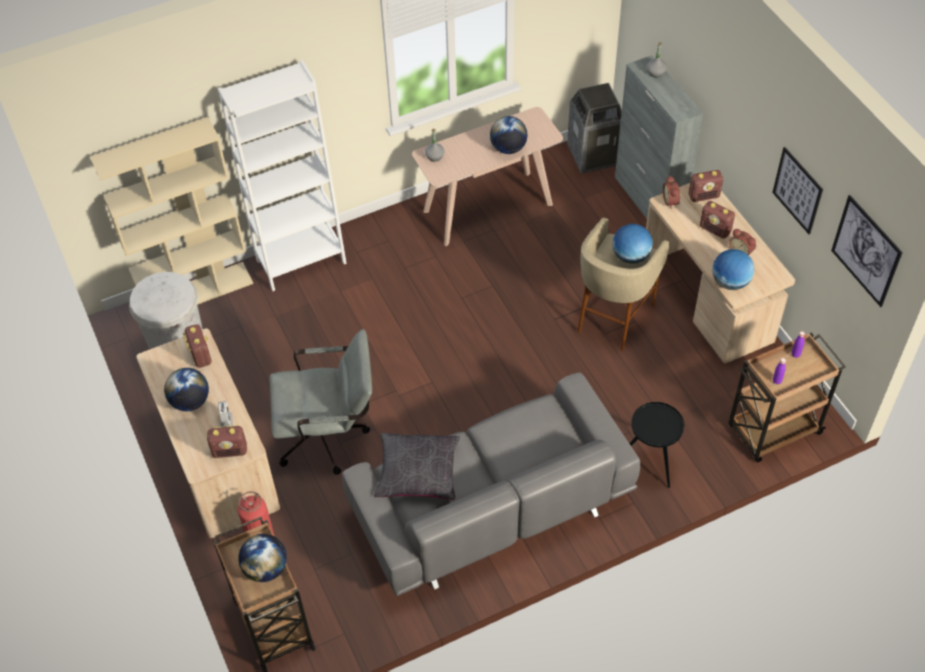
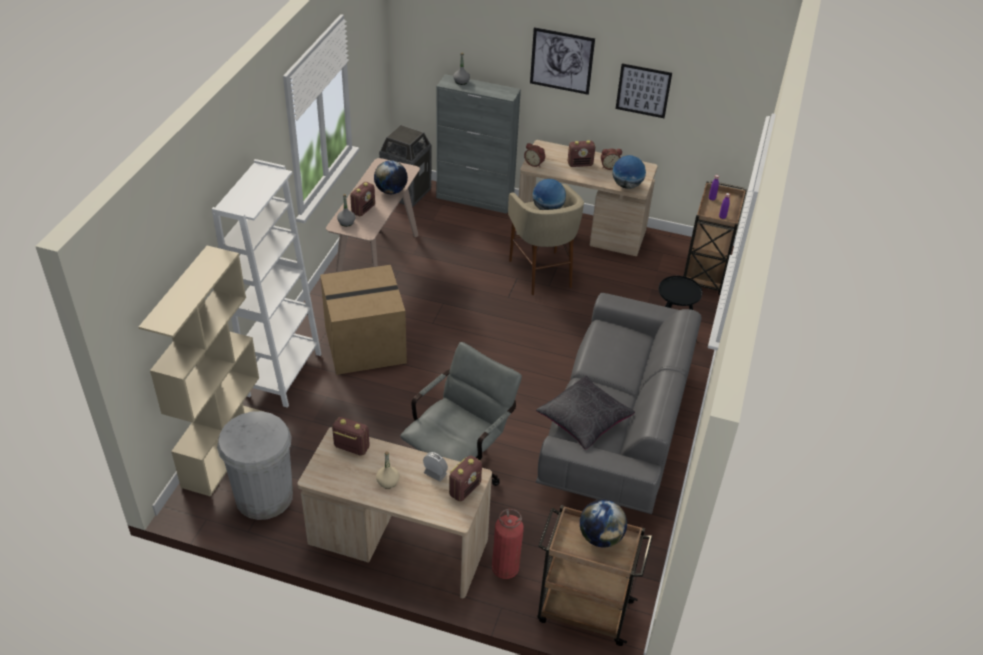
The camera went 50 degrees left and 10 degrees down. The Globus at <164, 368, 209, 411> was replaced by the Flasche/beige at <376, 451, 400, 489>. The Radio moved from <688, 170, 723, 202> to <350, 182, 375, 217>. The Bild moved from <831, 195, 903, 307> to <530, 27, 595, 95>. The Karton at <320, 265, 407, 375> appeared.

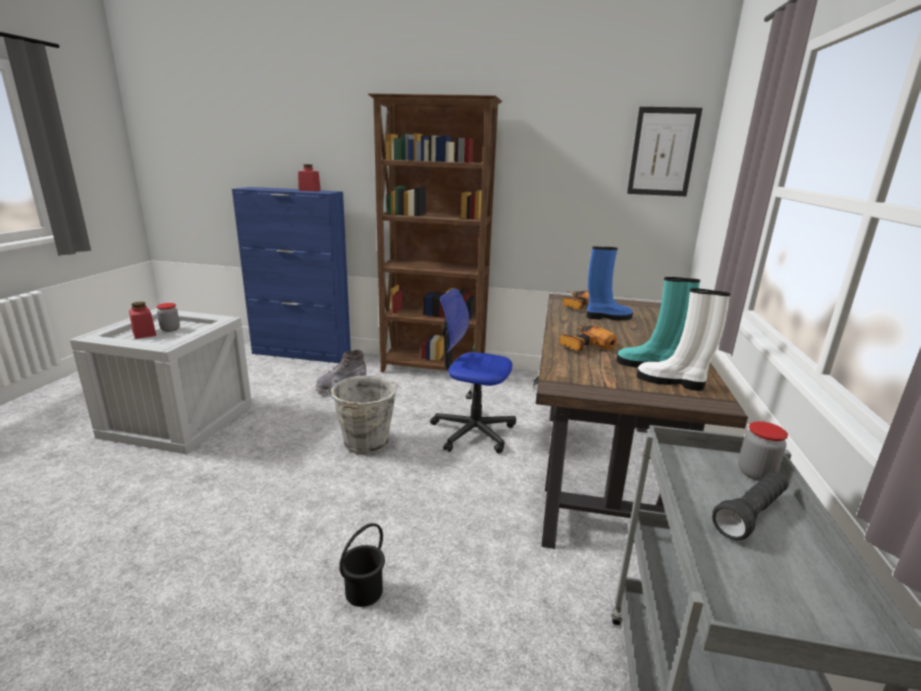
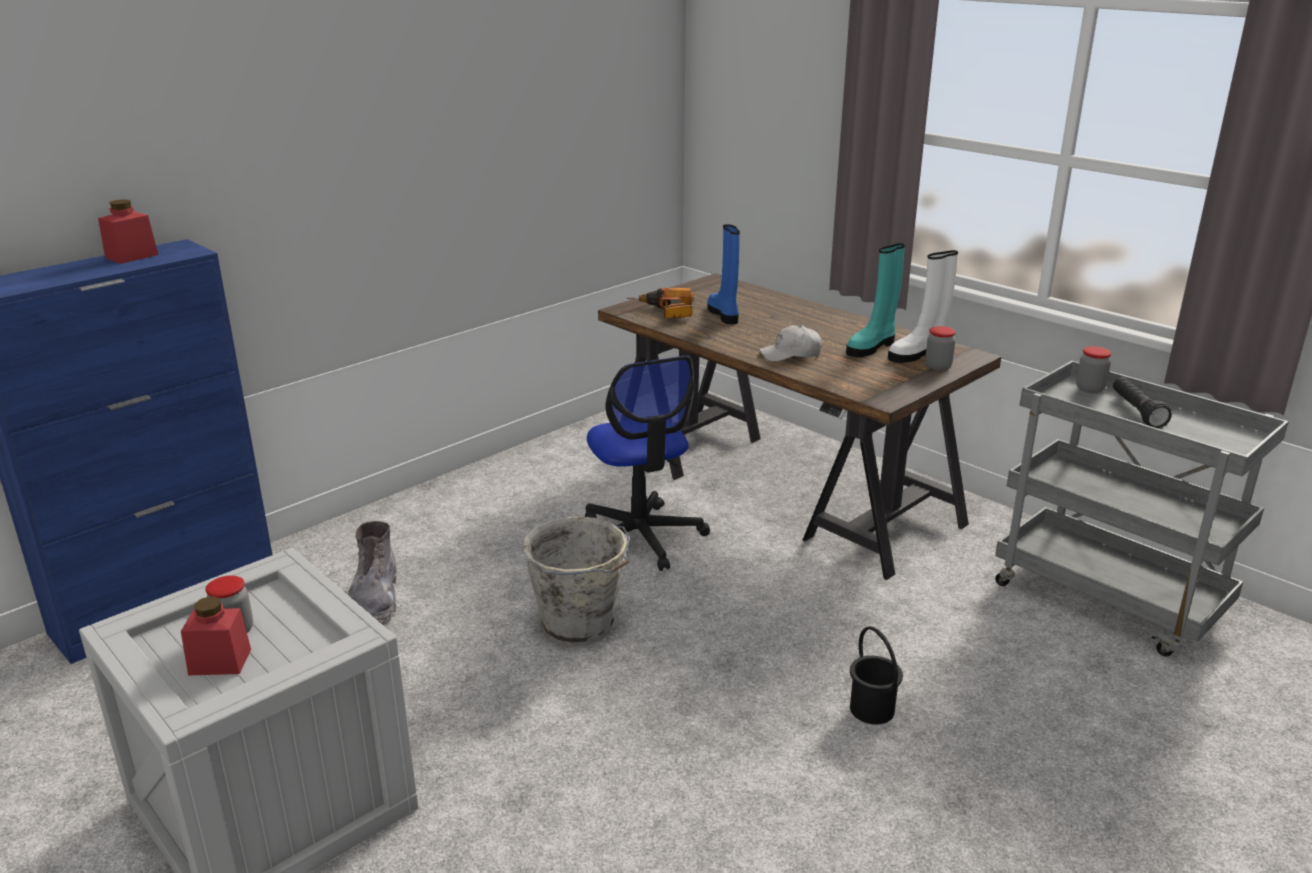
The camera went 55 degrees left and 5 degrees up. The Bücherregal/braun at <368, 93, 502, 372> disappeared. The Bürostuhl at <430, 288, 516, 453> turned 75 degrees counterclockwise. The Bohrmaschine at <559, 324, 618, 351> was replaced by the Kappe/weiß at <759, 325, 822, 361>. The Stiefel/blau at <586, 247, 633, 320> turned 45 degrees counterclockwise. The Bild at <627, 107, 702, 196> disappeared. The Vorratsglas at <925, 326, 956, 370> appeared.

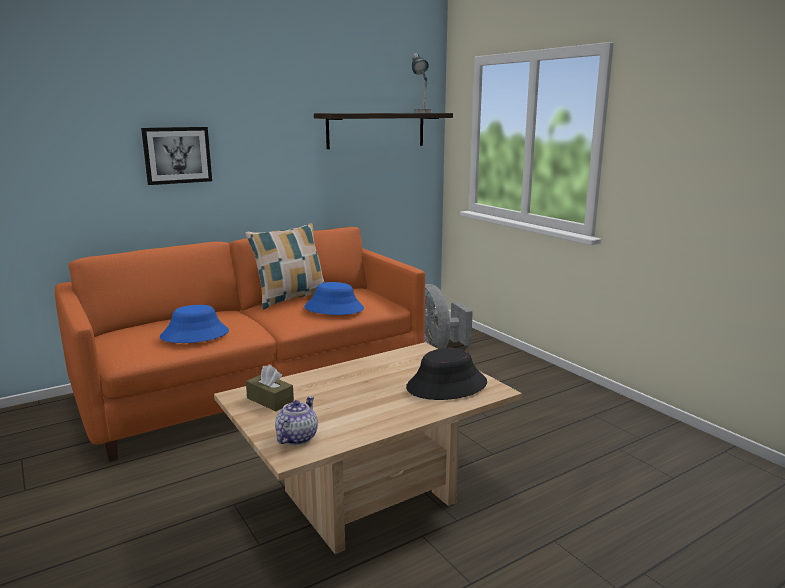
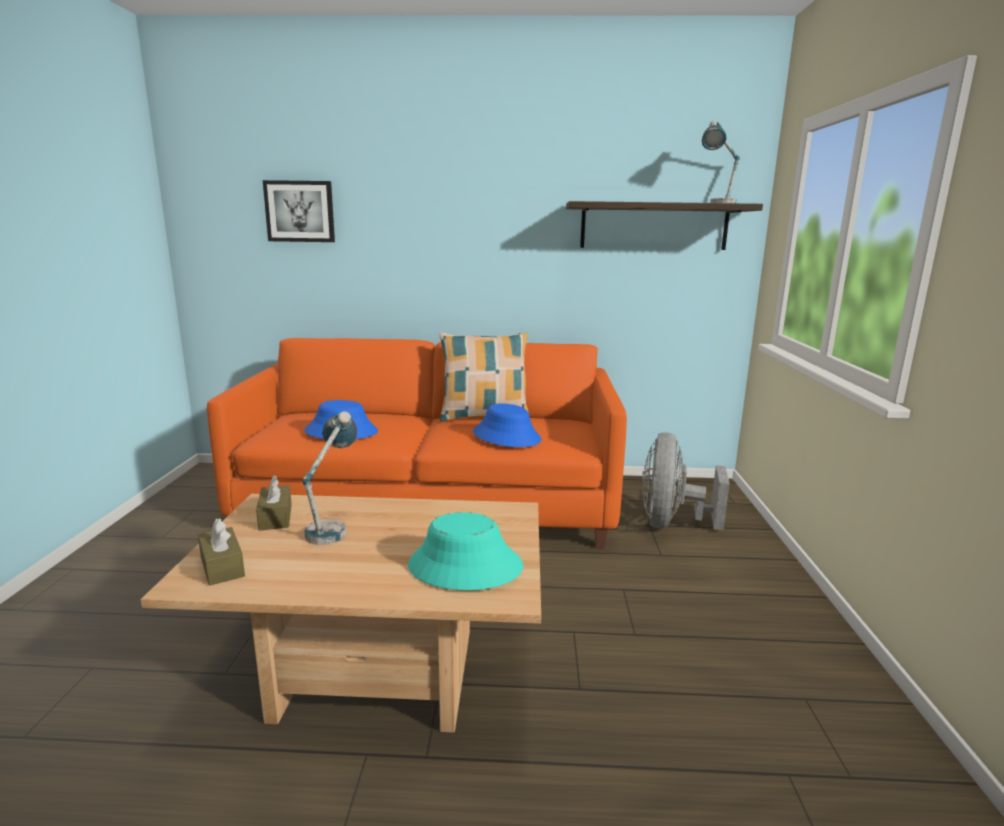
The camera went 35 degrees right and 0 degrees up. The Bild moved from <141, 127, 212, 185> to <263, 180, 335, 242>. The Teekanne at <275, 396, 318, 445> was replaced by the Taschentuchbox/braun at <198, 519, 245, 586>. The Hut/schwarz at <406, 348, 487, 400> became the Hut/türkis at <408, 512, 523, 590>. The Tischlampe at <302, 411, 357, 545> appeared.

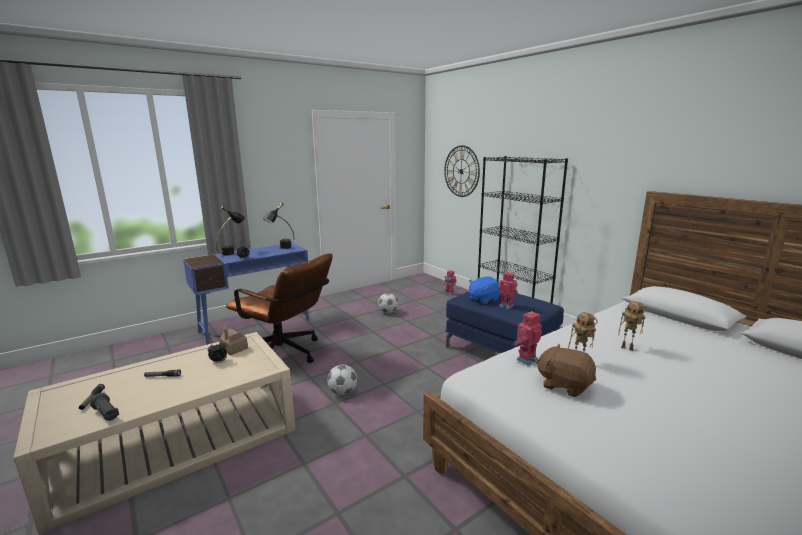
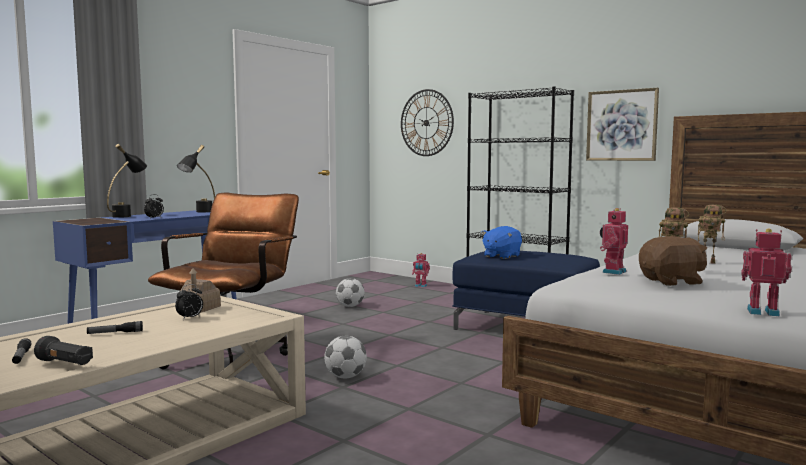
The camera went 15 degrees left and 10 degrees down. The Bürostuhl/braun at <226, 253, 333, 363> turned 90 degrees counterclockwise. The Spielzeugroboter moved from <498, 271, 518, 309> to <741, 229, 792, 316>. The Plüschtier/braun at <536, 344, 596, 397> turned 150 degrees clockwise. The Bild at <586, 88, 659, 161> appeared.

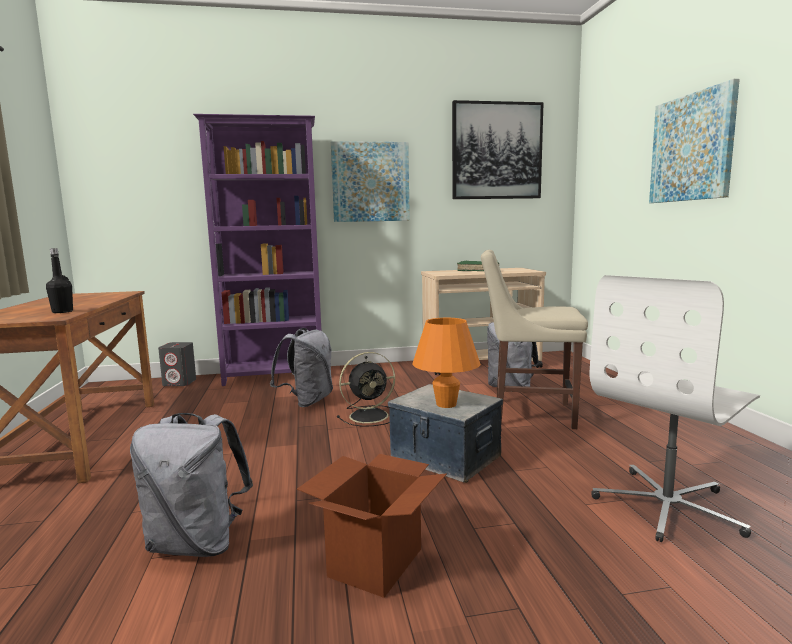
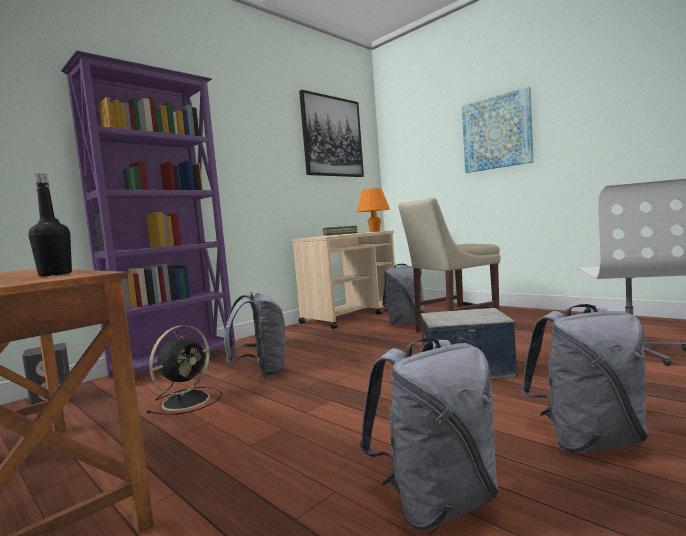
The camera went 35 degrees left and 5 degrees down. The Karton at <297, 454, 447, 598> was replaced by the Rucksack/grau at <521, 304, 648, 453>. The Bild at <331, 141, 410, 222> disappeared. The Ventilator/schwarz moved from <337, 352, 395, 427> to <147, 325, 222, 415>. The Tischlampe/orange moved from <412, 318, 481, 408> to <357, 188, 390, 232>.

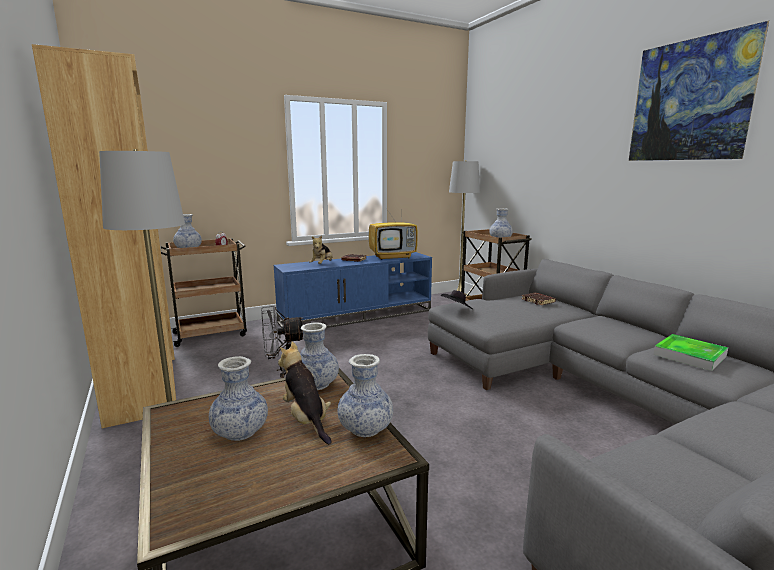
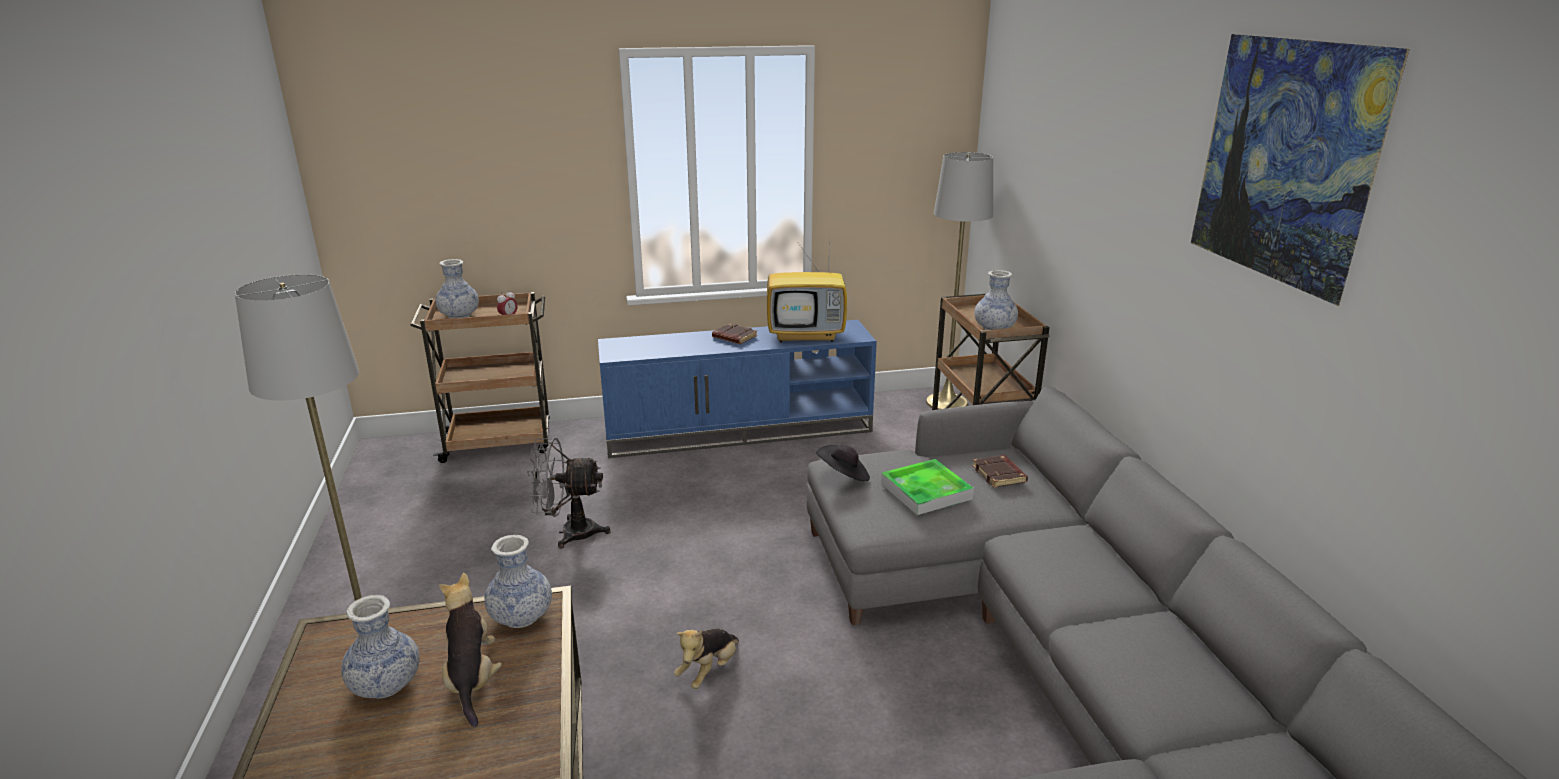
The camera went 15 degrees right and 10 degrees up. The Bücherregal/braun at <32, 44, 176, 428> disappeared. The Plüschtier moved from <309, 235, 333, 264> to <674, 628, 739, 689>. The Vase at <337, 354, 393, 437> disappeared. The Tablett moved from <653, 334, 728, 371> to <881, 459, 974, 515>.

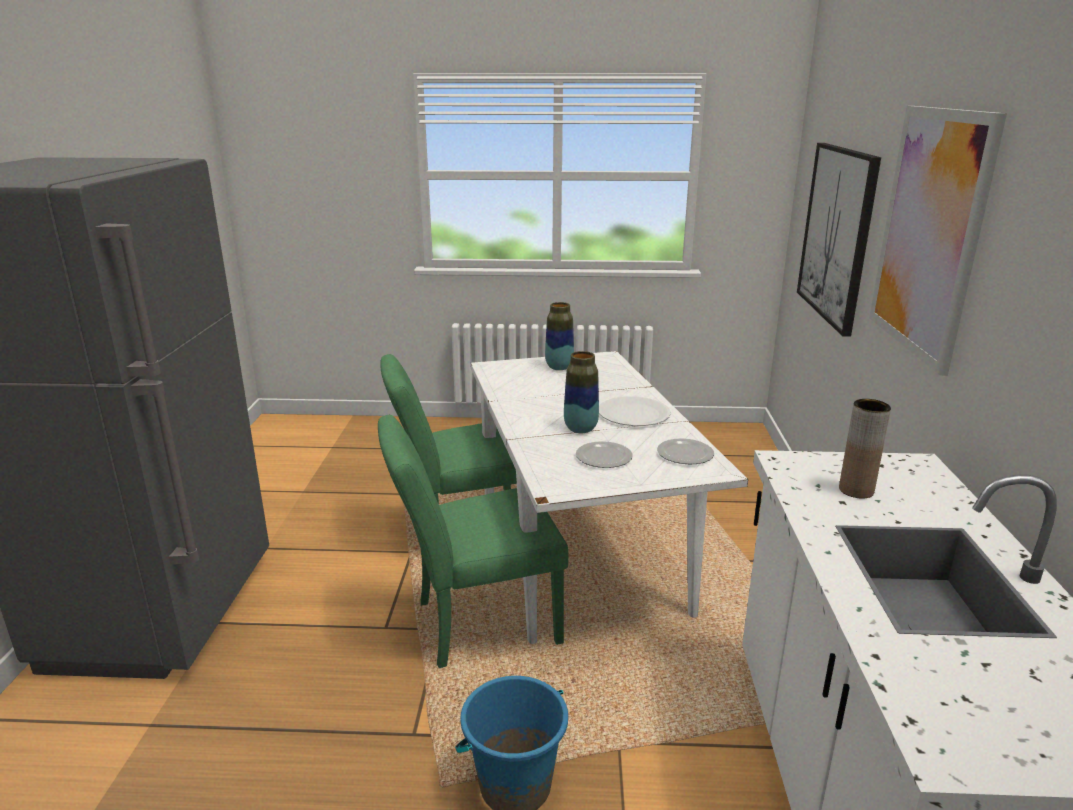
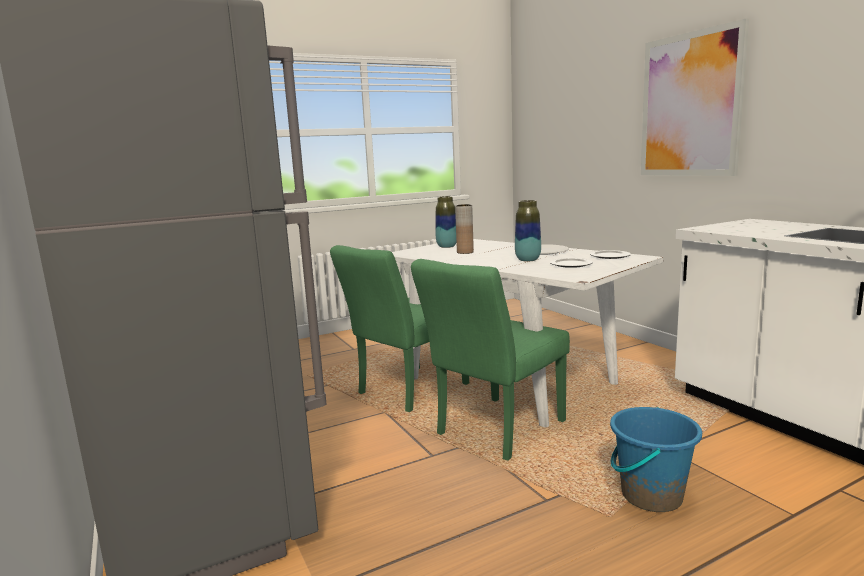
The camera went 30 degrees left and 10 degrees down. The Bild at <797, 143, 881, 337> disappeared. The Vase/braun moved from <839, 399, 891, 499> to <455, 204, 474, 254>.

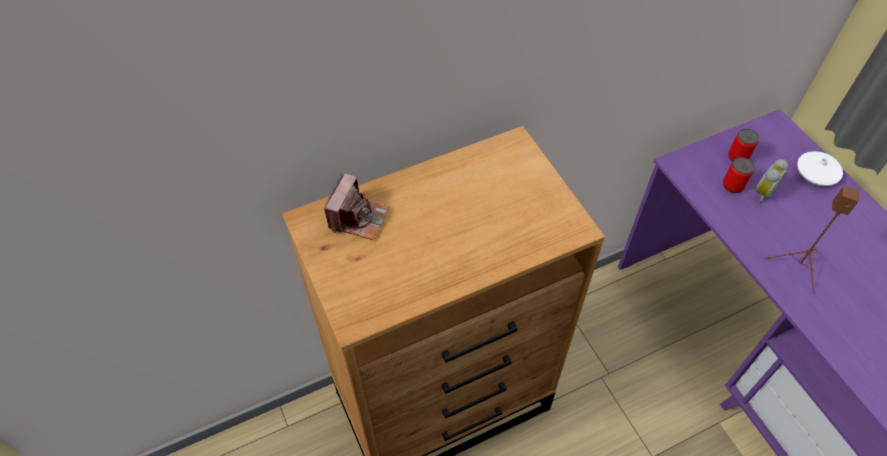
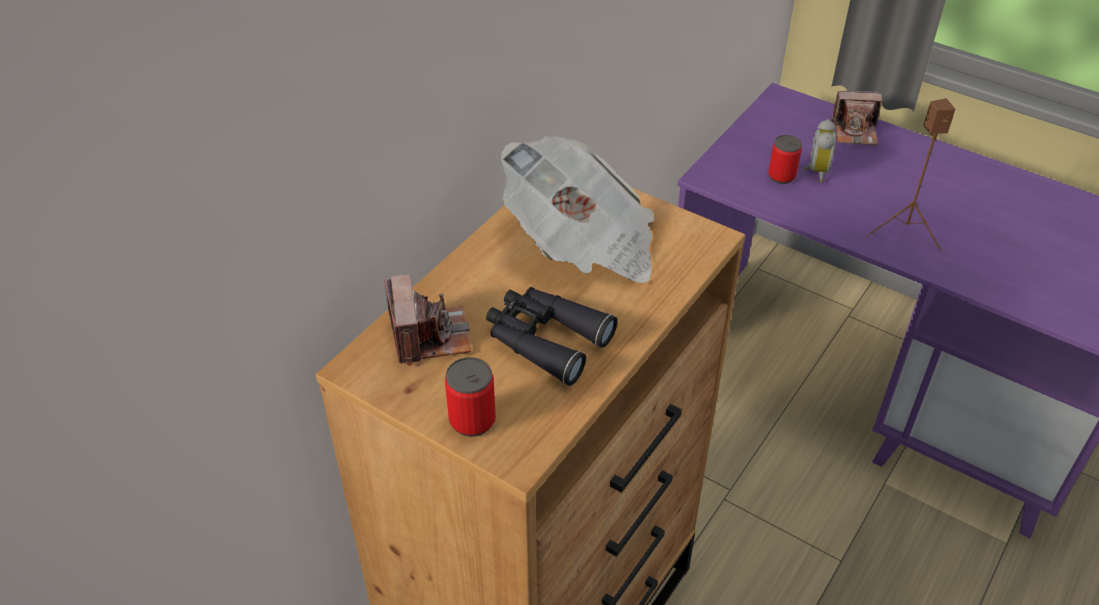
The camera went 30 degrees left and 10 degrees down. The Dose moved from <728, 129, 759, 162> to <445, 357, 496, 437>. The Vase/weiß at <797, 151, 843, 186> was replaced by the Kamera at <831, 91, 882, 145>. The Fernglas/schwarz at <486, 287, 618, 386> appeared. The Zeitung at <501, 136, 654, 283> appeared.

